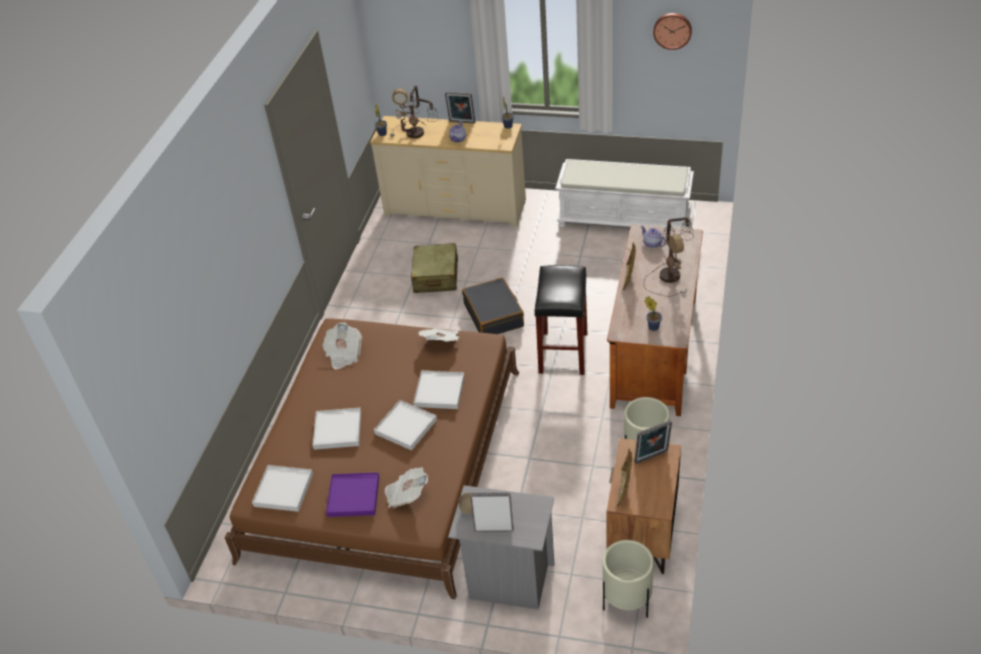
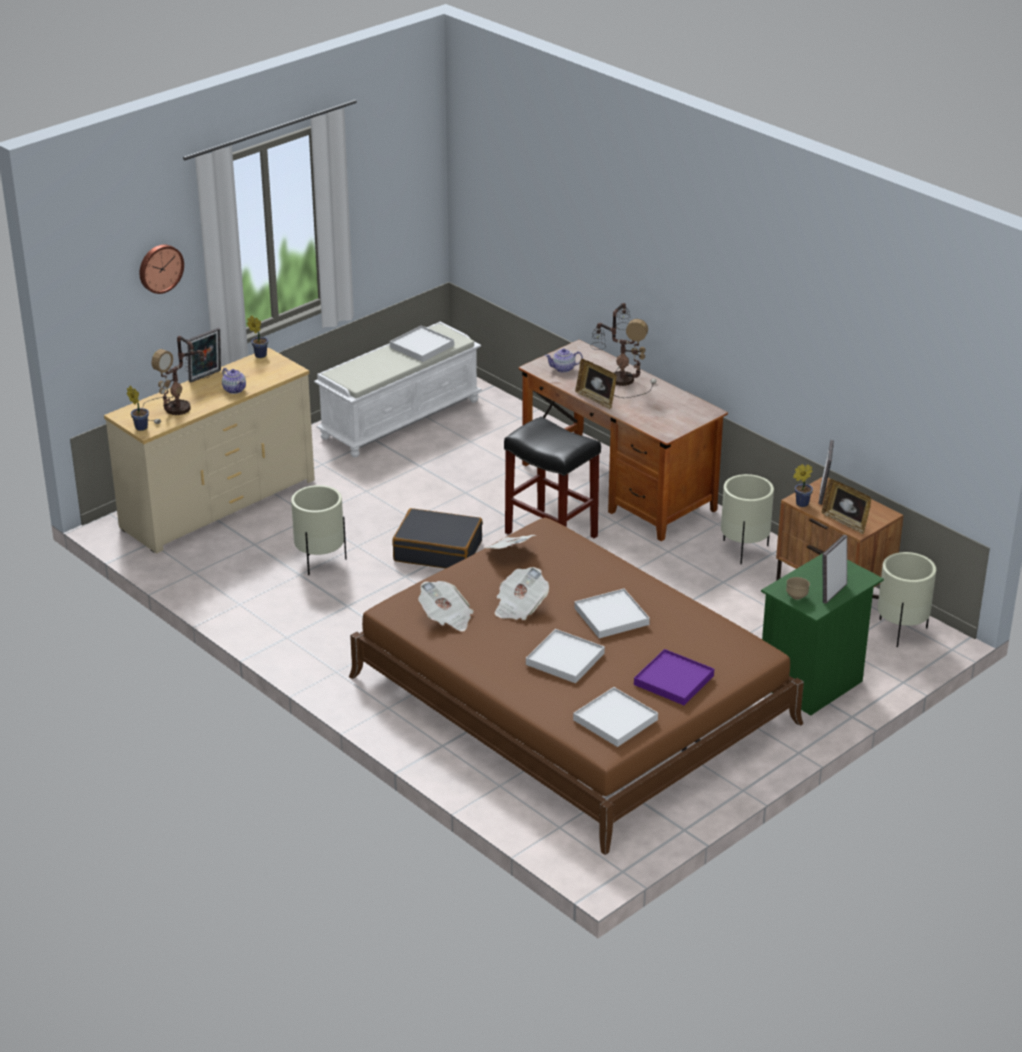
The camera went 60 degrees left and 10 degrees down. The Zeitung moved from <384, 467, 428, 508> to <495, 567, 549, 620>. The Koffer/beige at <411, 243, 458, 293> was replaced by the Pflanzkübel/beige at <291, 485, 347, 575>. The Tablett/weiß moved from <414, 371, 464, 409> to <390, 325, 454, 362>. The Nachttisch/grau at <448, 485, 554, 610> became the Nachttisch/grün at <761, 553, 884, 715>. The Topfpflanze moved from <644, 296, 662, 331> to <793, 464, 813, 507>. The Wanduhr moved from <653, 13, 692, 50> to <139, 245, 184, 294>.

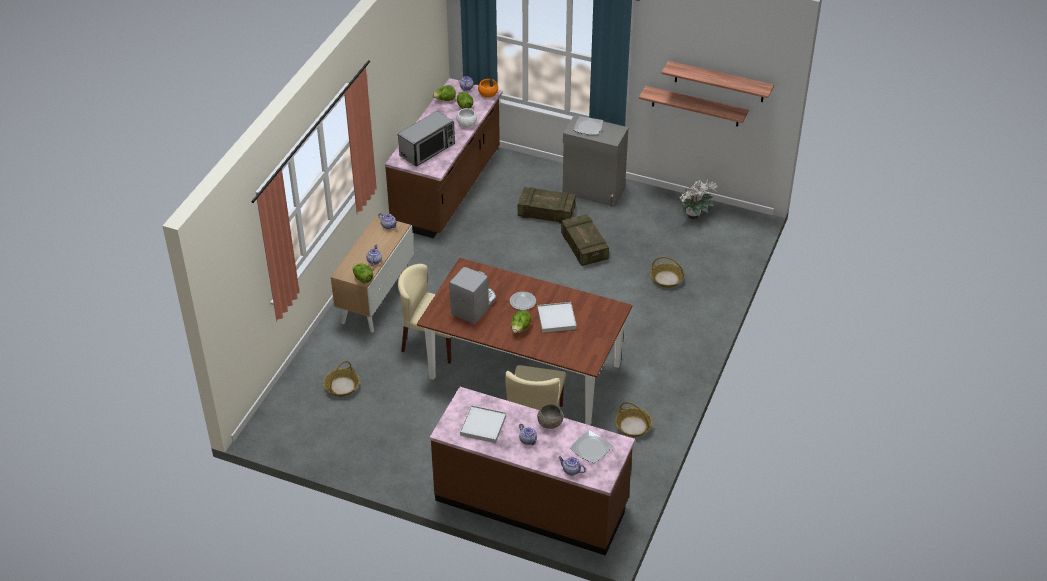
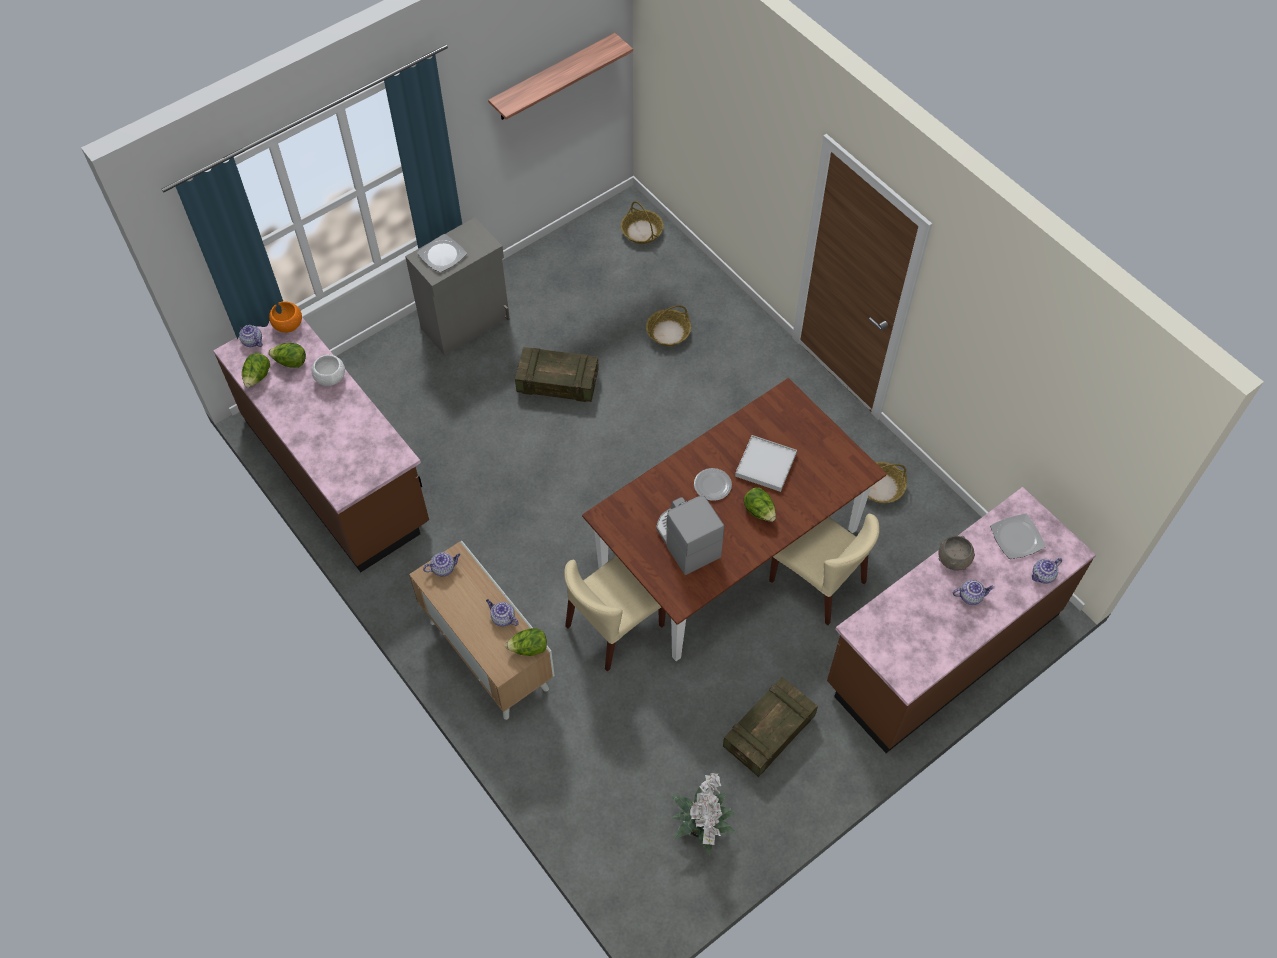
The camera went 60 degrees left and 15 degrees up. The Korb moved from <323, 361, 360, 397> to <621, 201, 664, 244>. The Mikrowelle at <398, 111, 455, 167> disappeared. The Tablett/weiß at <460, 405, 506, 443> disappeared. The Kiste moved from <518, 187, 576, 223> to <723, 677, 818, 777>. The Wandregal at <639, 86, 749, 126> disappeared. The Topfpflanze moved from <677, 180, 719, 219> to <671, 773, 736, 855>.

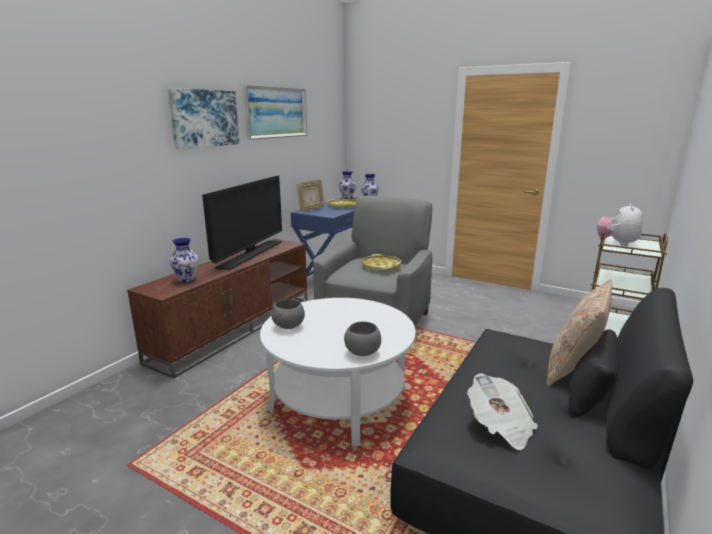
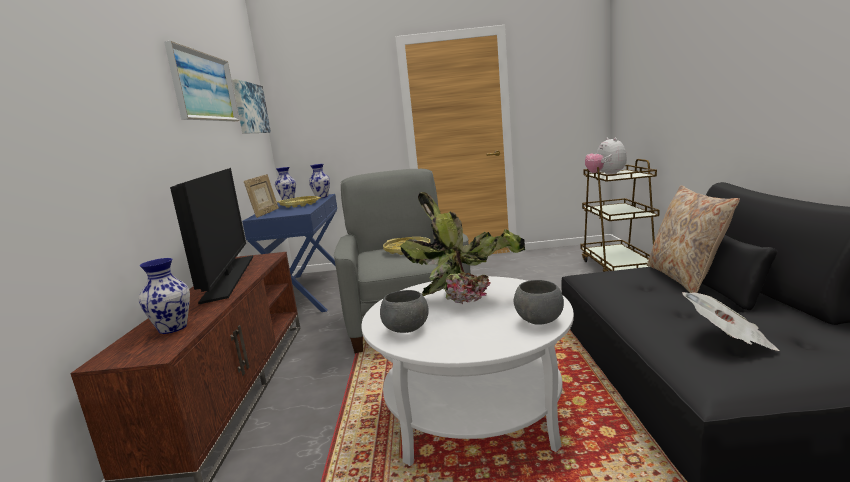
The camera went 30 degrees left and 5 degrees down. The Bild moved from <168, 88, 239, 149> to <232, 79, 271, 134>. The Topfpflanze at <400, 192, 525, 305> appeared.

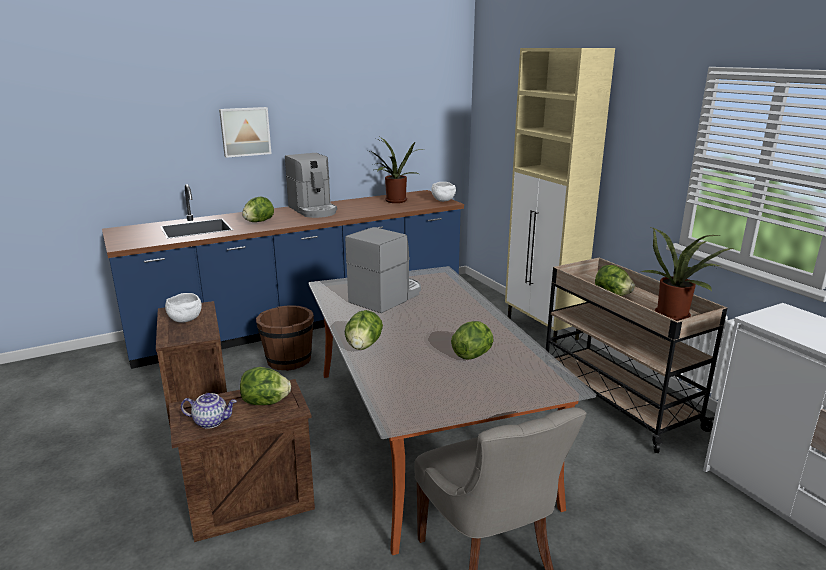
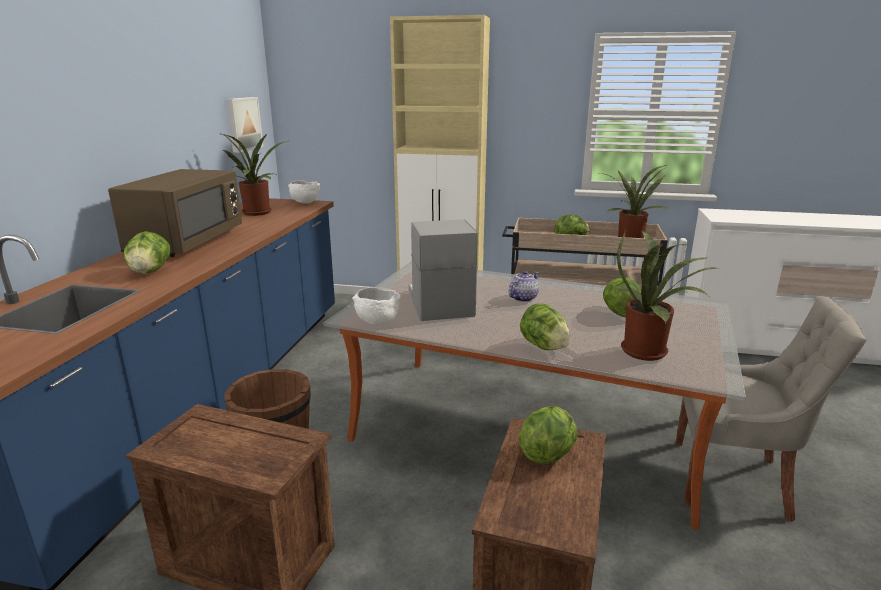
The camera went 50 degrees left and 0 degrees up. The Schüssel/weiß moved from <165, 293, 202, 323> to <352, 287, 401, 325>. The Teekanne moved from <181, 393, 237, 429> to <509, 271, 539, 302>. The Bild moved from <219, 107, 272, 158> to <226, 97, 263, 153>. The Kaffeemaschine at <285, 153, 337, 218> was replaced by the Mikrowelle/braun at <108, 169, 242, 257>. The Topfpflanze at <615, 230, 716, 361> appeared.

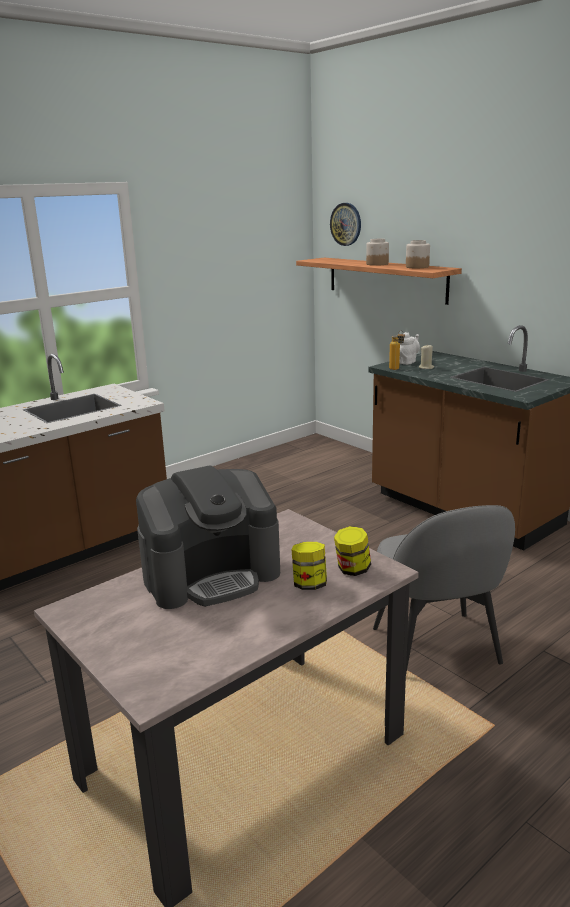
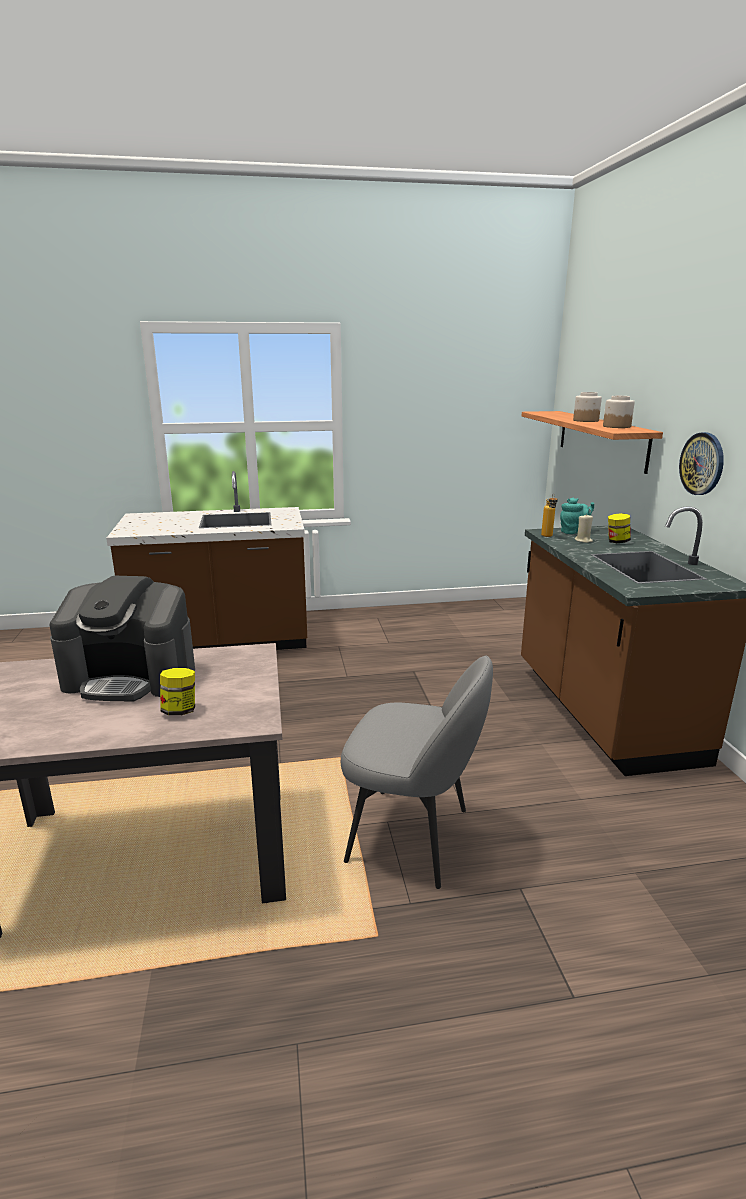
The camera went 30 degrees right and 0 degrees up. The Wanduhr moved from <330, 203, 361, 246> to <679, 432, 724, 495>. The Vorratsglas moved from <334, 526, 371, 576> to <608, 513, 631, 543>. The Stuhl/grau at <373, 505, 515, 673> turned 90 degrees counterclockwise. The Teekanne/weiß at <399, 332, 420, 365> became the Teekanne/türkis at <560, 498, 594, 534>.

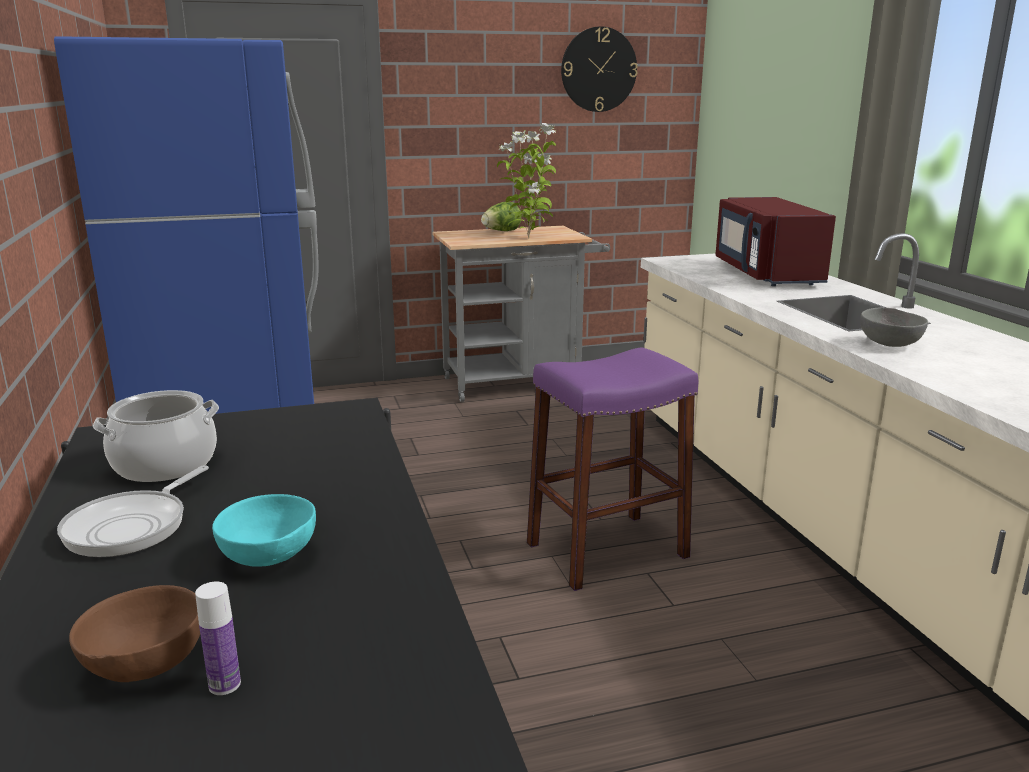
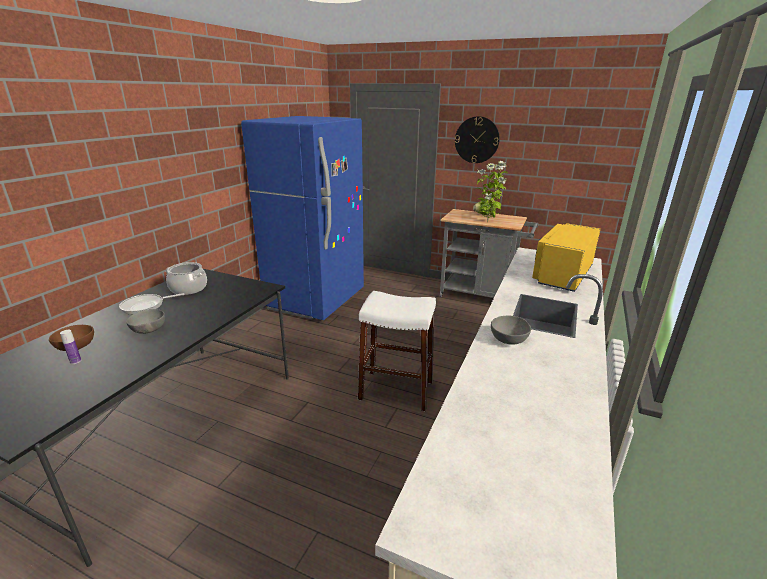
The camera went 40 degrees right and 5 degrees up. The Schüssel/türkis at <212, 494, 316, 567> became the Schüssel/grau at <126, 309, 165, 334>. The Hocker/lila at <527, 348, 698, 591> became the Hocker/weiß at <358, 291, 436, 411>. The Wanduhr moved from <561, 26, 637, 112> to <455, 116, 500, 163>. The Mikrowelle/rot at <716, 197, 836, 286> became the Mikrowelle/gelb at <532, 223, 600, 292>.

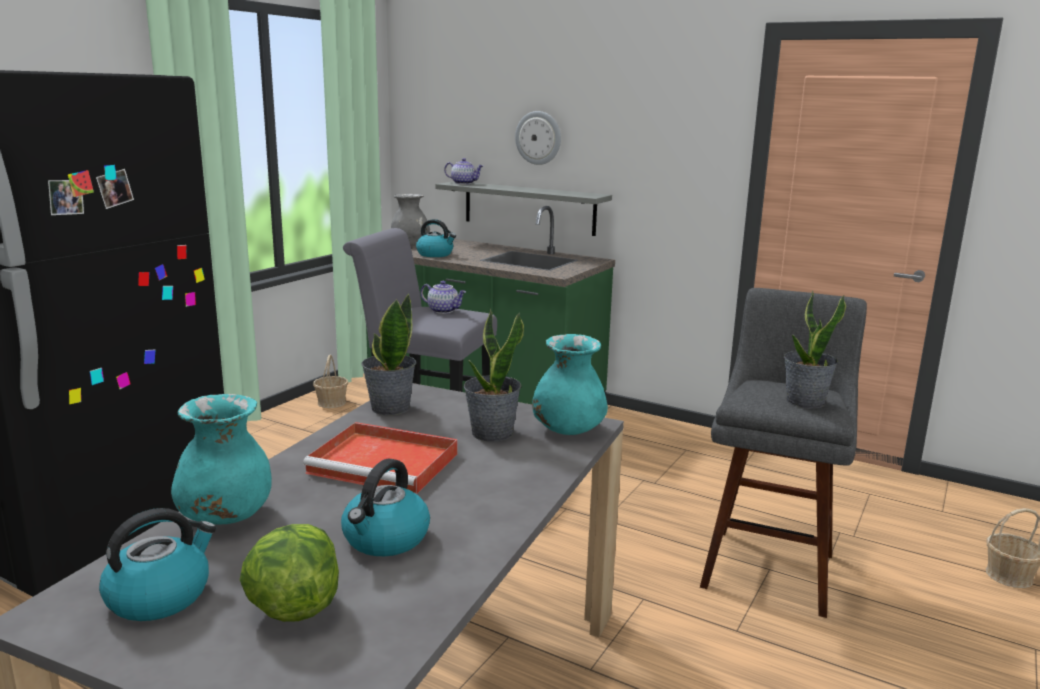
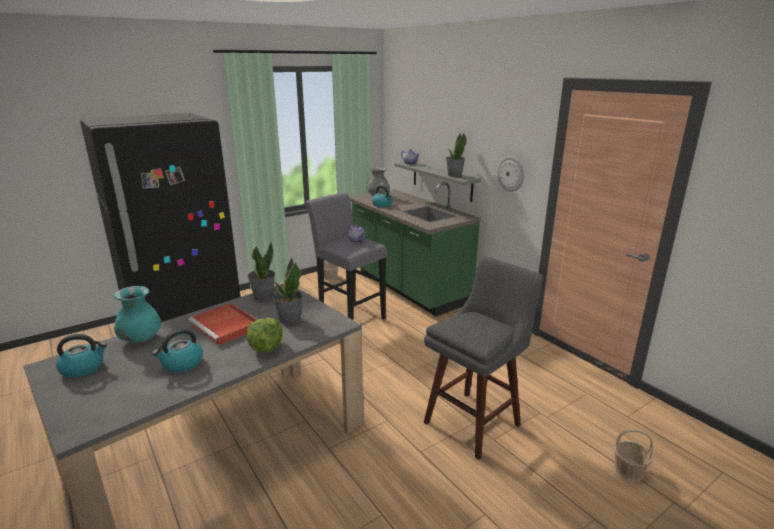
The camera went 25 degrees right and 5 degrees up. The Salatkopf moved from <240, 524, 339, 622> to <247, 317, 282, 352>. The Wanduhr moved from <515, 111, 561, 165> to <497, 156, 525, 192>. The Vase/türkis at <532, 334, 608, 435> disappeared. The Topfpflanze moved from <784, 291, 846, 409> to <446, 133, 467, 177>.

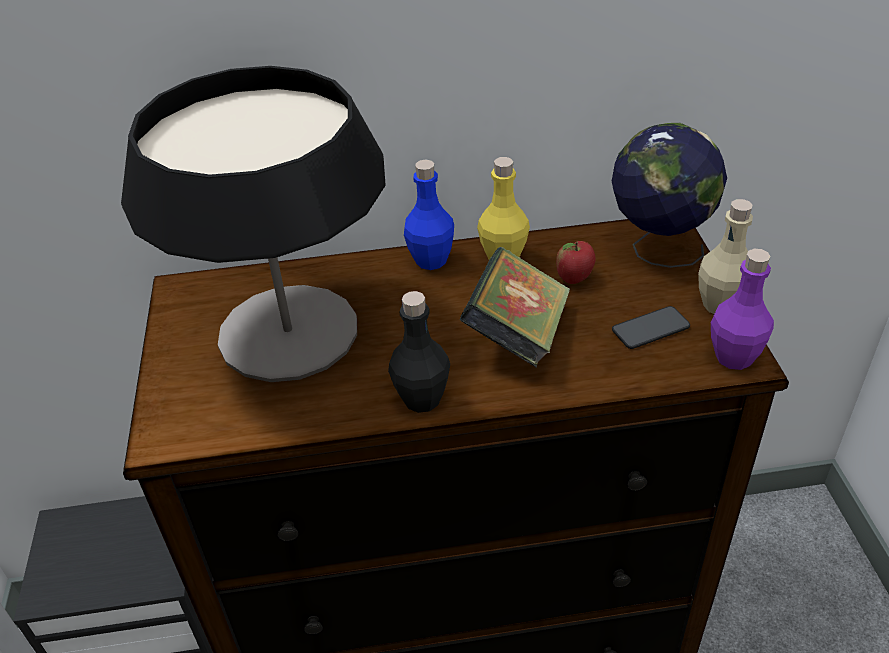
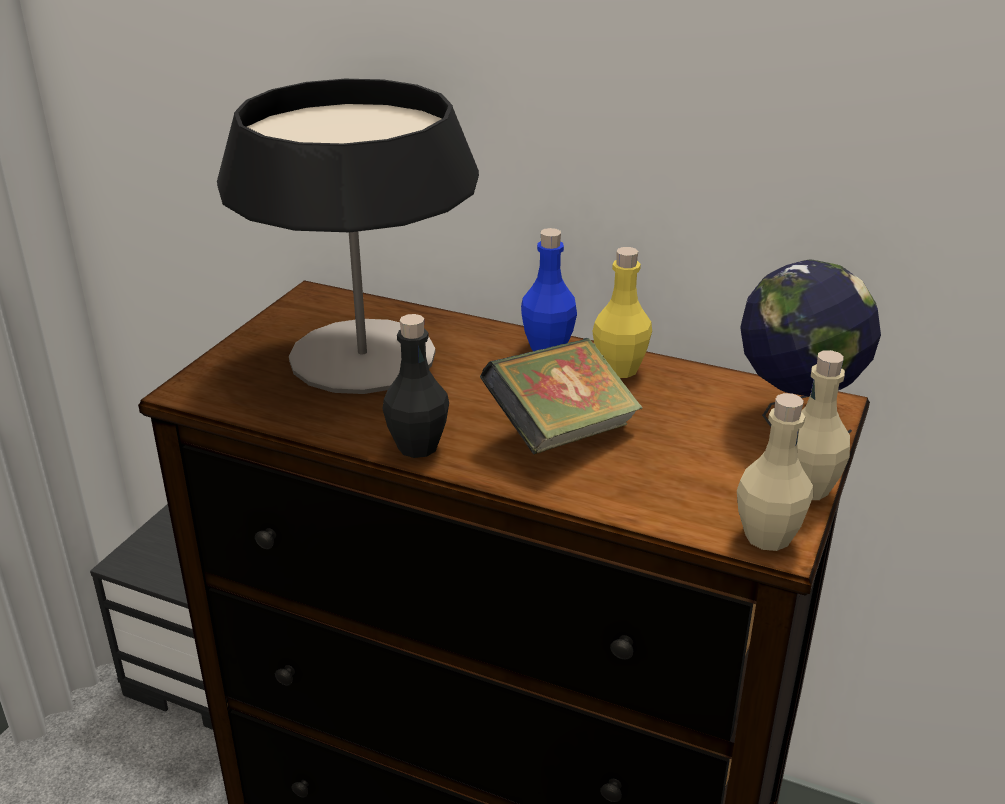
The camera went 30 degrees right and 10 degrees down. The Apfel at <556, 241, 596, 284> disappeared. The Handy at <612, 306, 690, 349> disappeared. The Flasche/lila at <711, 249, 774, 370> became the Flasche/beige at <737, 393, 813, 551>.

